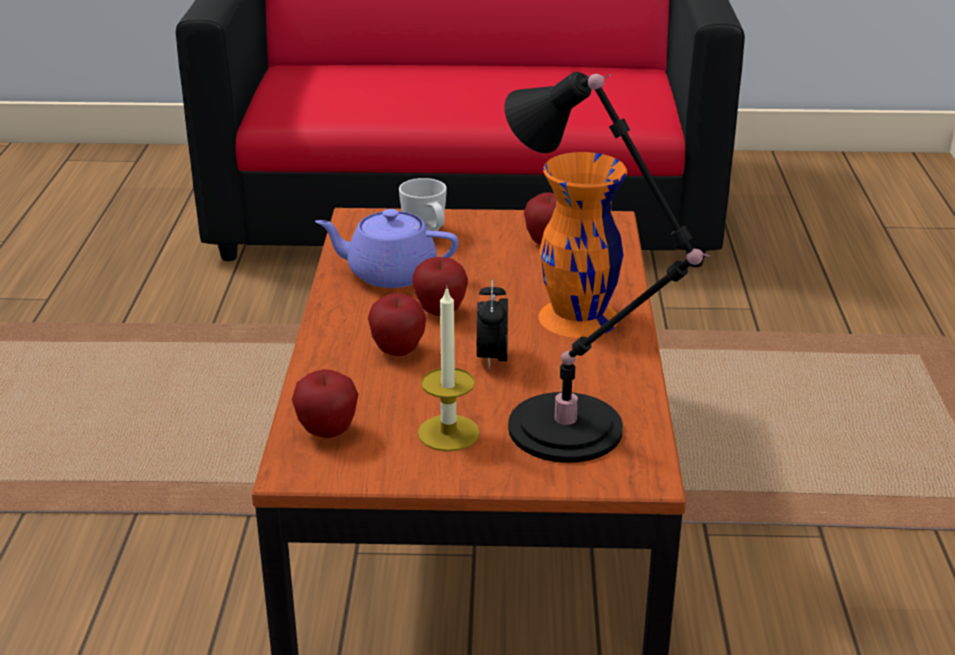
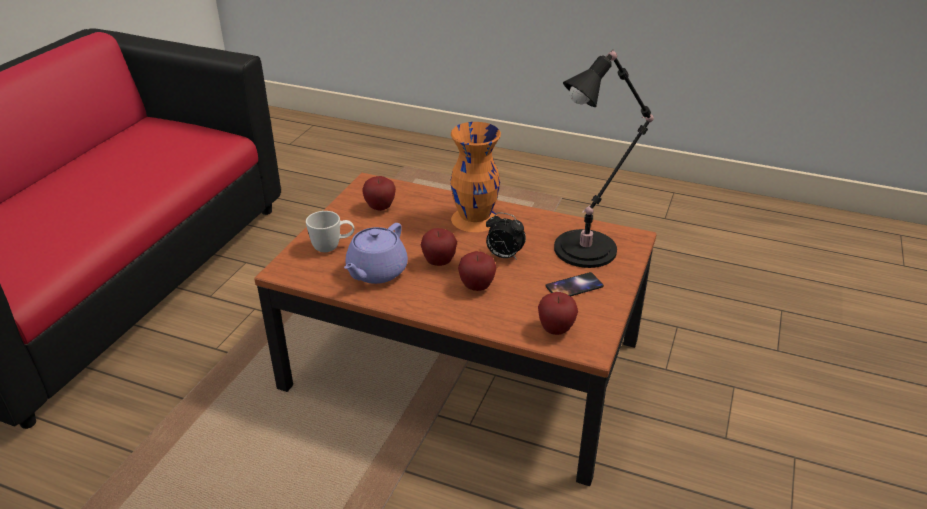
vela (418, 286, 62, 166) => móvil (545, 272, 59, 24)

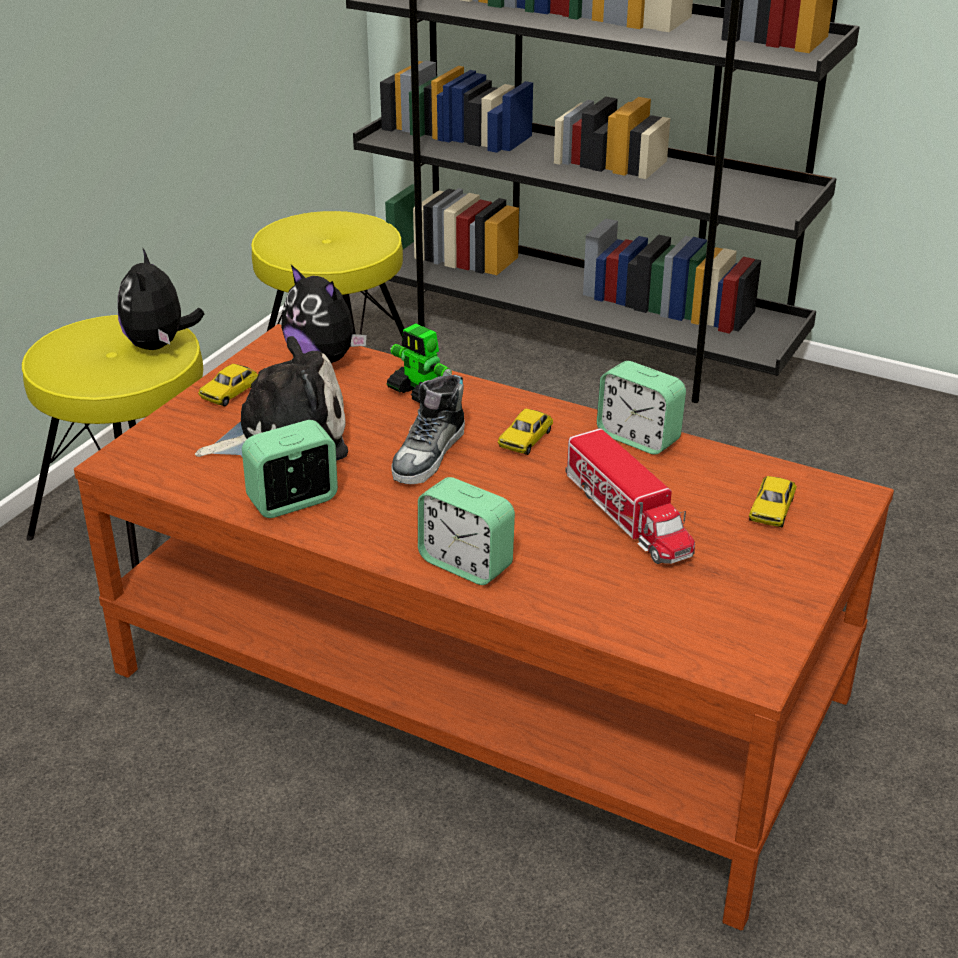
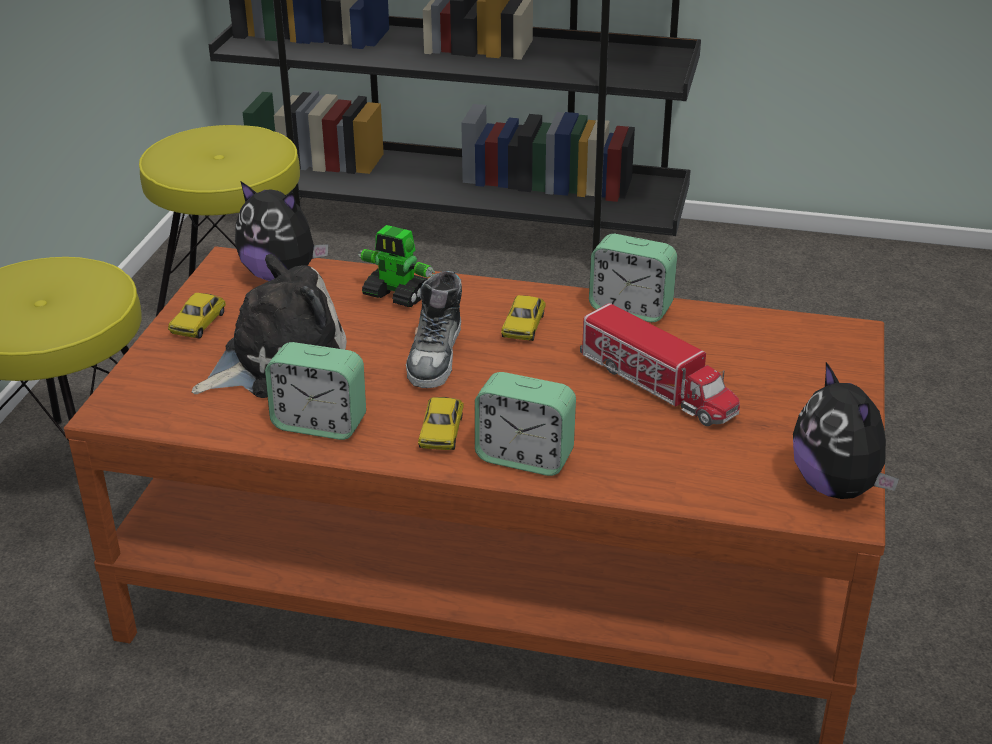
peluche (118, 248, 86, 102) => peluche (793, 362, 106, 137), moved
despertador (242, 420, 96, 98) => despertador (265, 342, 101, 98), 120 degrees counterclockwise
coche de juguete (749, 476, 47, 52) => coche de juguete (418, 397, 46, 53), moved

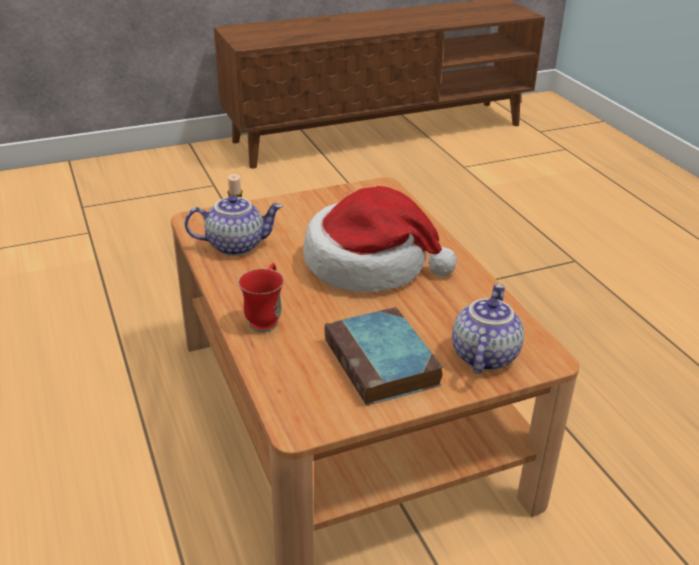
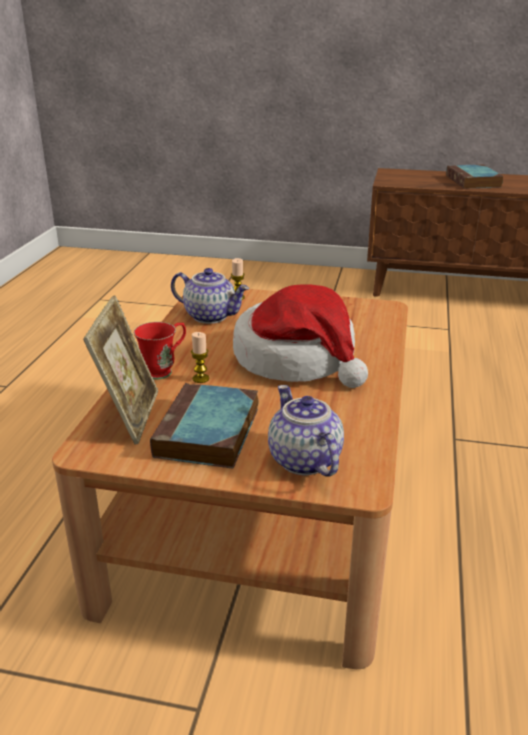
tetera (452, 284, 72, 90) => tetera (268, 385, 76, 92), 75 degrees counterclockwise
nothing => portarretratos (83, 295, 75, 150)
nothing => vela (191, 332, 18, 51)
nothing => libro (446, 164, 58, 25)

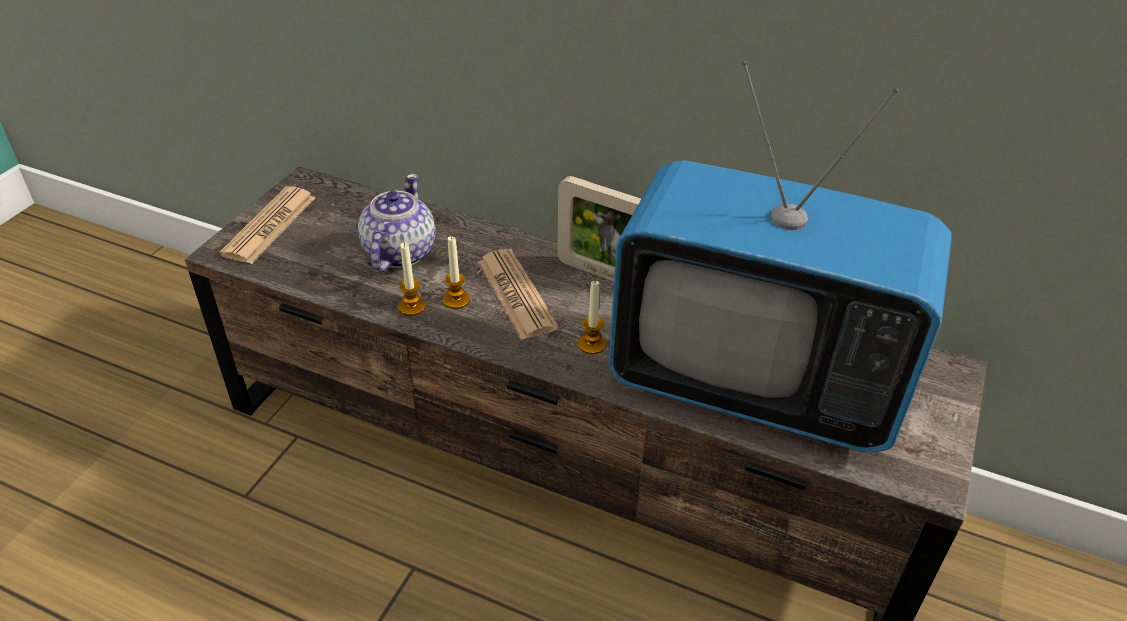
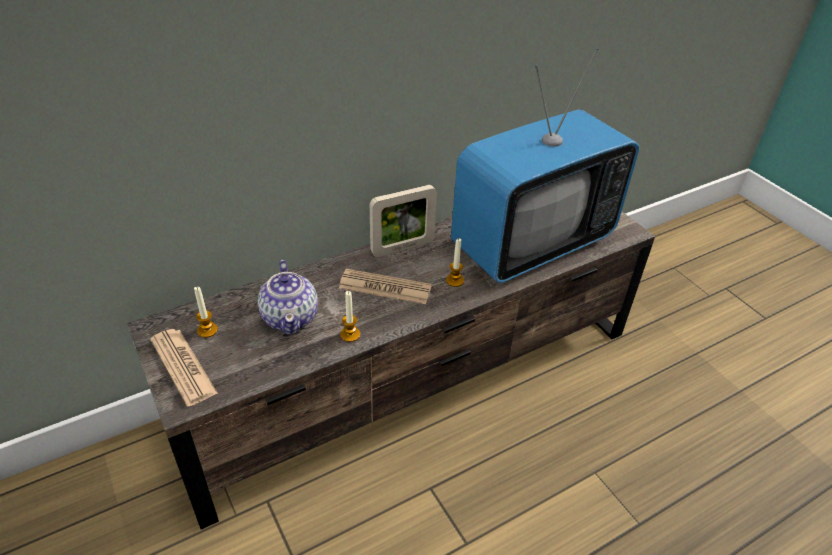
tetera (358, 174, 78, 98) => tetera (258, 260, 60, 75), 150 degrees counterclockwise
vela (443, 236, 27, 73) => vela (194, 287, 24, 51), moved

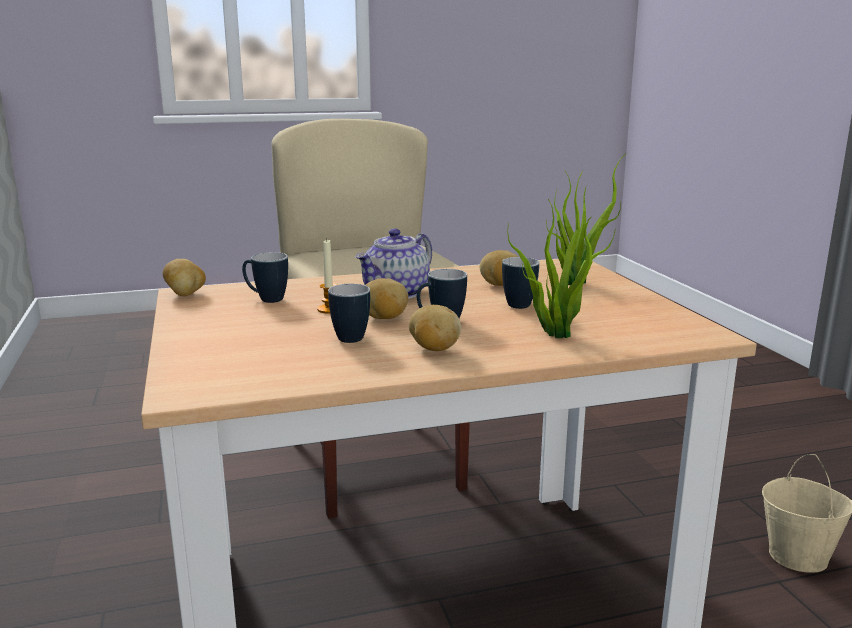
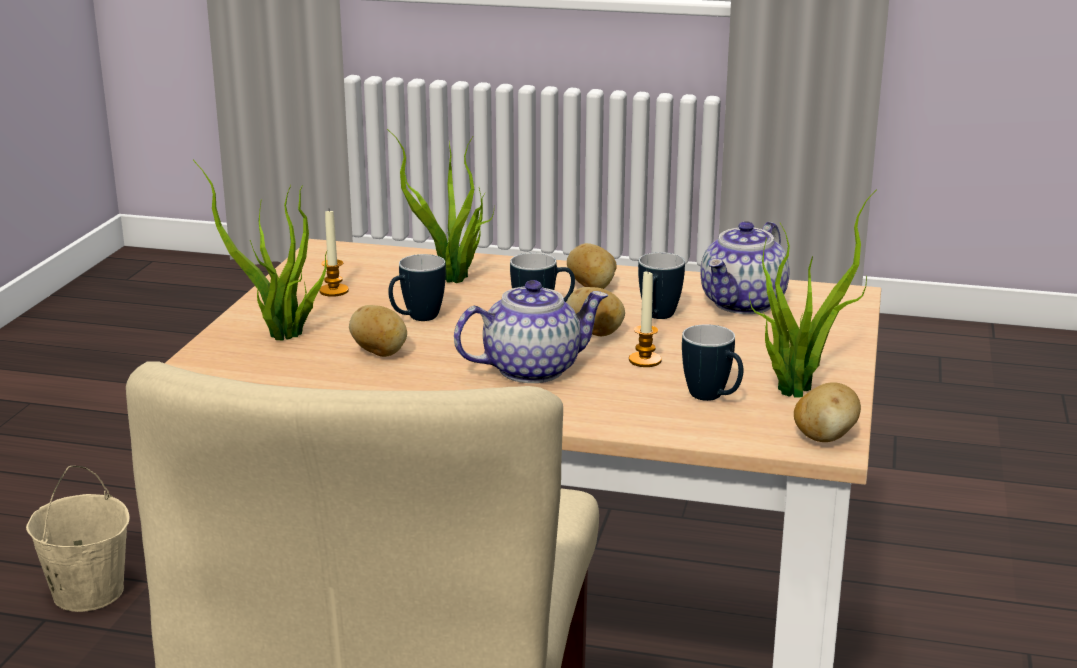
nothing => vela (319, 210, 30, 87)
nothing => tetera (700, 221, 89, 93)
nothing => planta en maceta (750, 189, 127, 209)

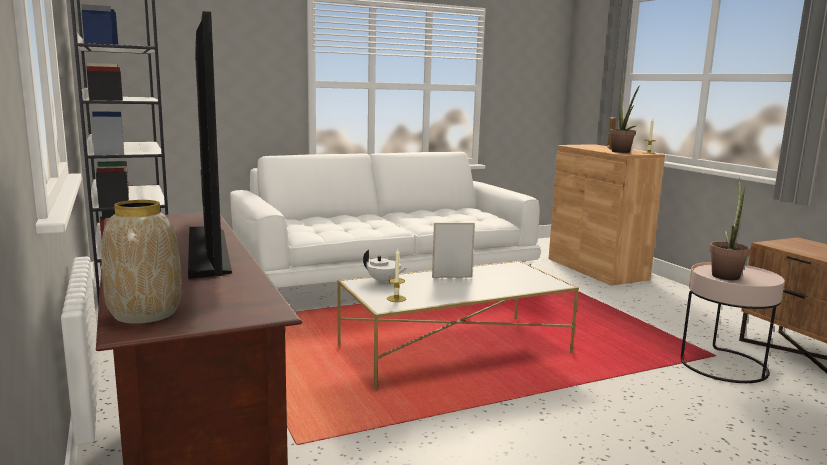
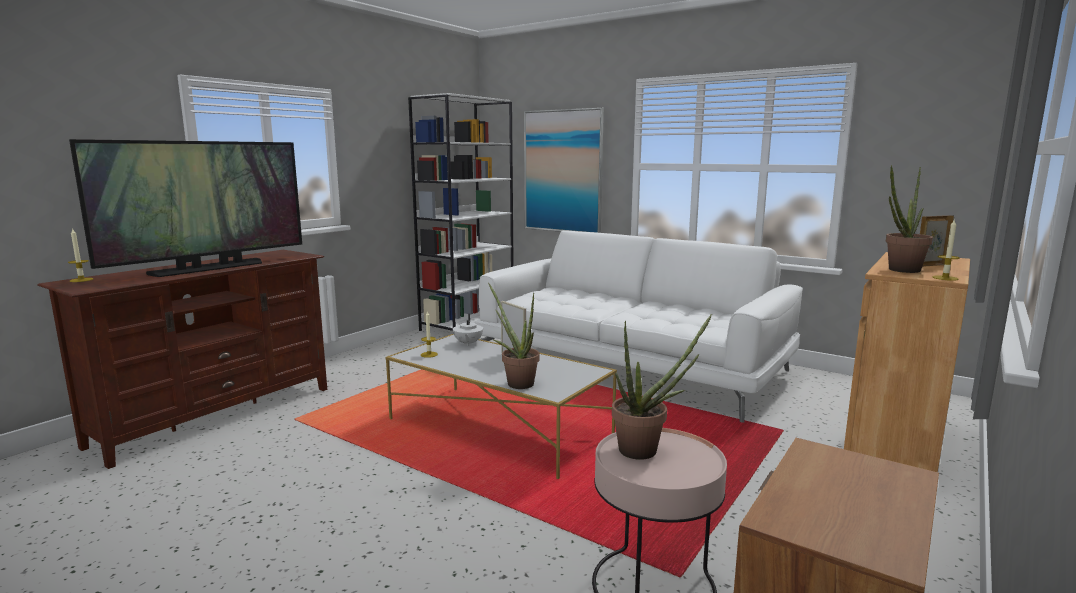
florero (101, 200, 81, 124) => vela (68, 228, 25, 54)
nothing => planta en maceta (488, 282, 52, 107)
nothing => cuadro (524, 107, 80, 126)

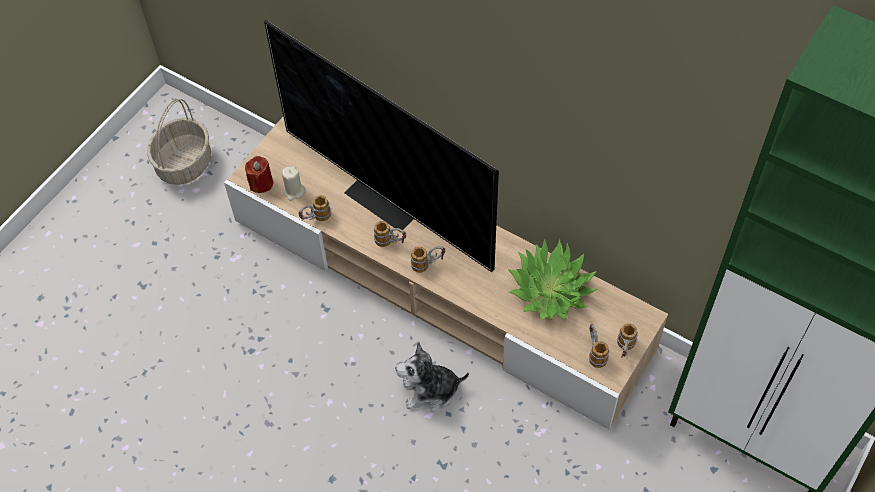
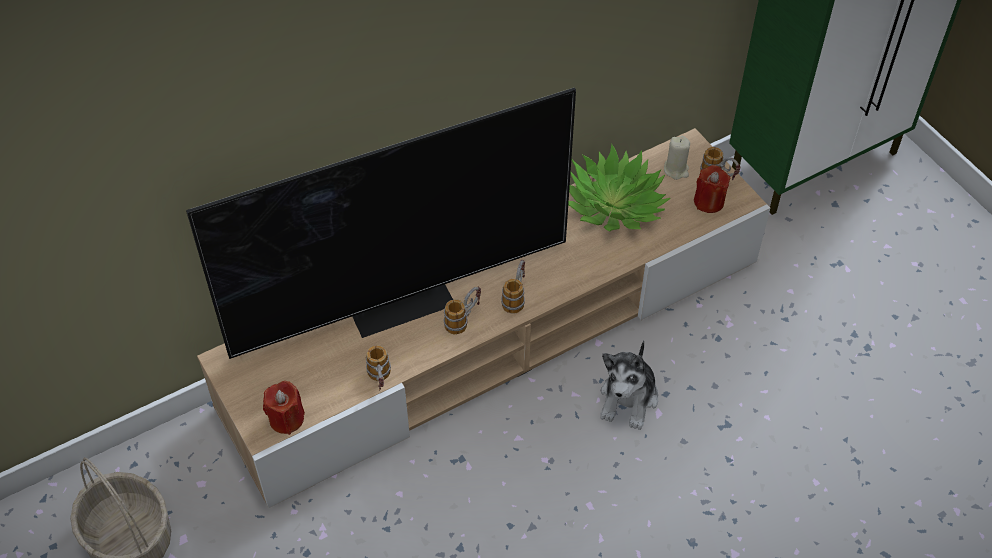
vela (beis) (282, 166, 23, 35) => vela (beis) (664, 136, 26, 44), moved
taza grande (589, 324, 20, 44) => vela (rojo) (694, 165, 36, 48)

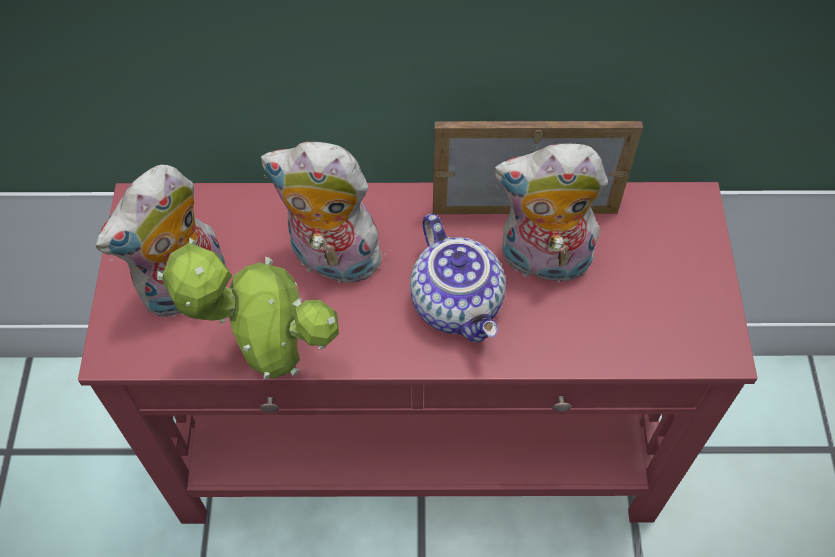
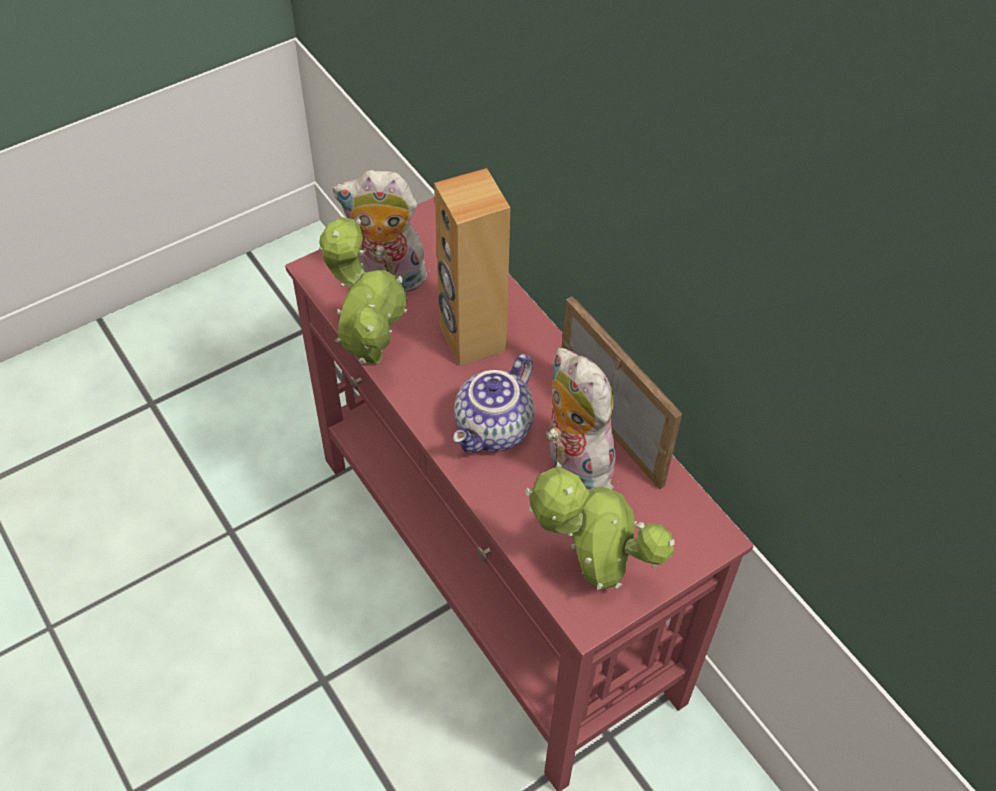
peluche (261, 142, 130, 147) => altavoz (marrón) (434, 168, 76, 198)
nothing => planta en maceta (525, 462, 149, 128)

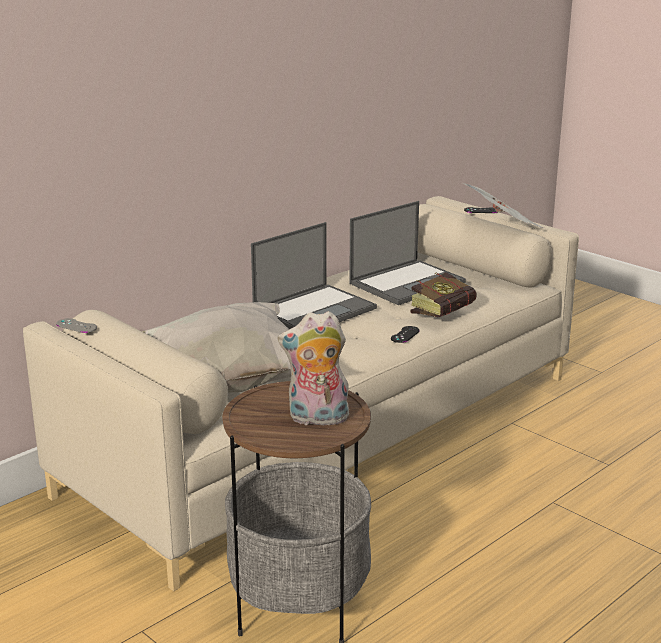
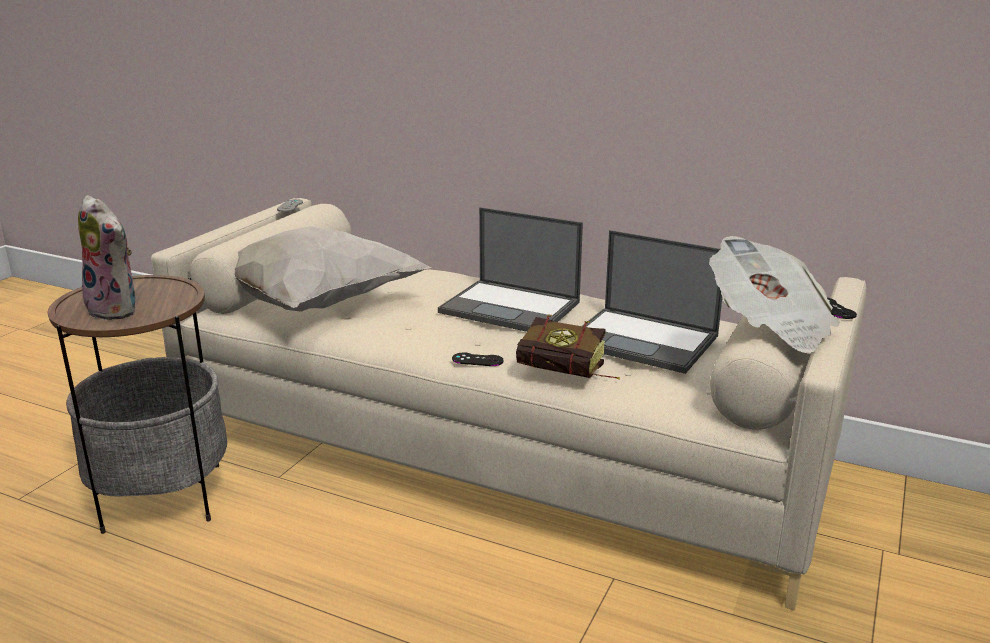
peluche (278, 311, 73, 115) => peluche (78, 195, 58, 126), 150 degrees clockwise

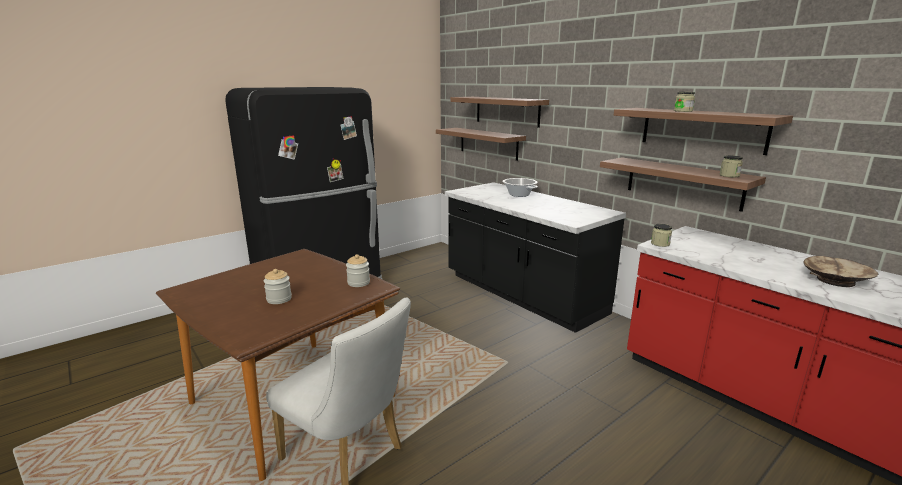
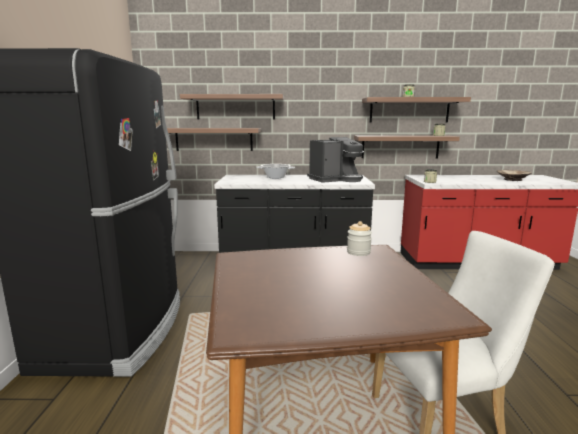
tarro (264, 269, 28, 35) => nothing
nothing => cafetera (307, 137, 57, 46)

